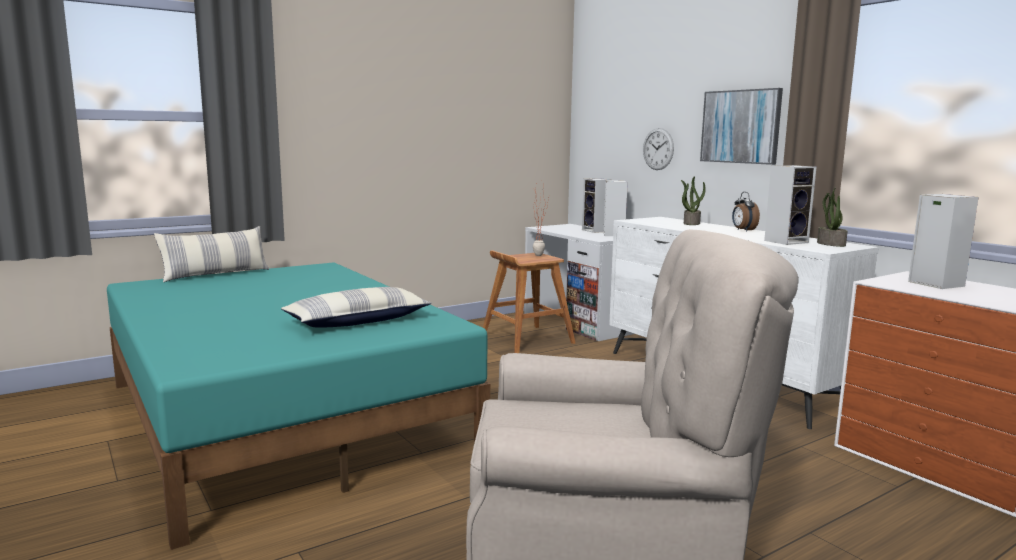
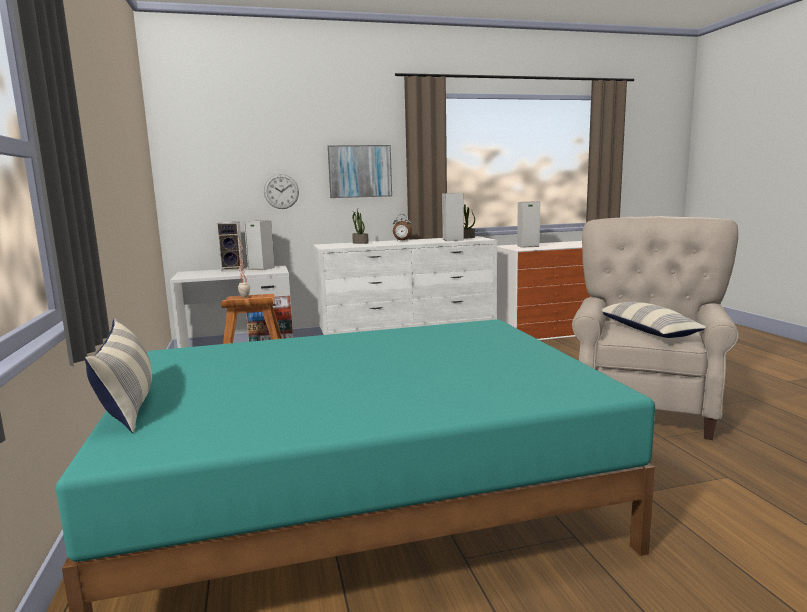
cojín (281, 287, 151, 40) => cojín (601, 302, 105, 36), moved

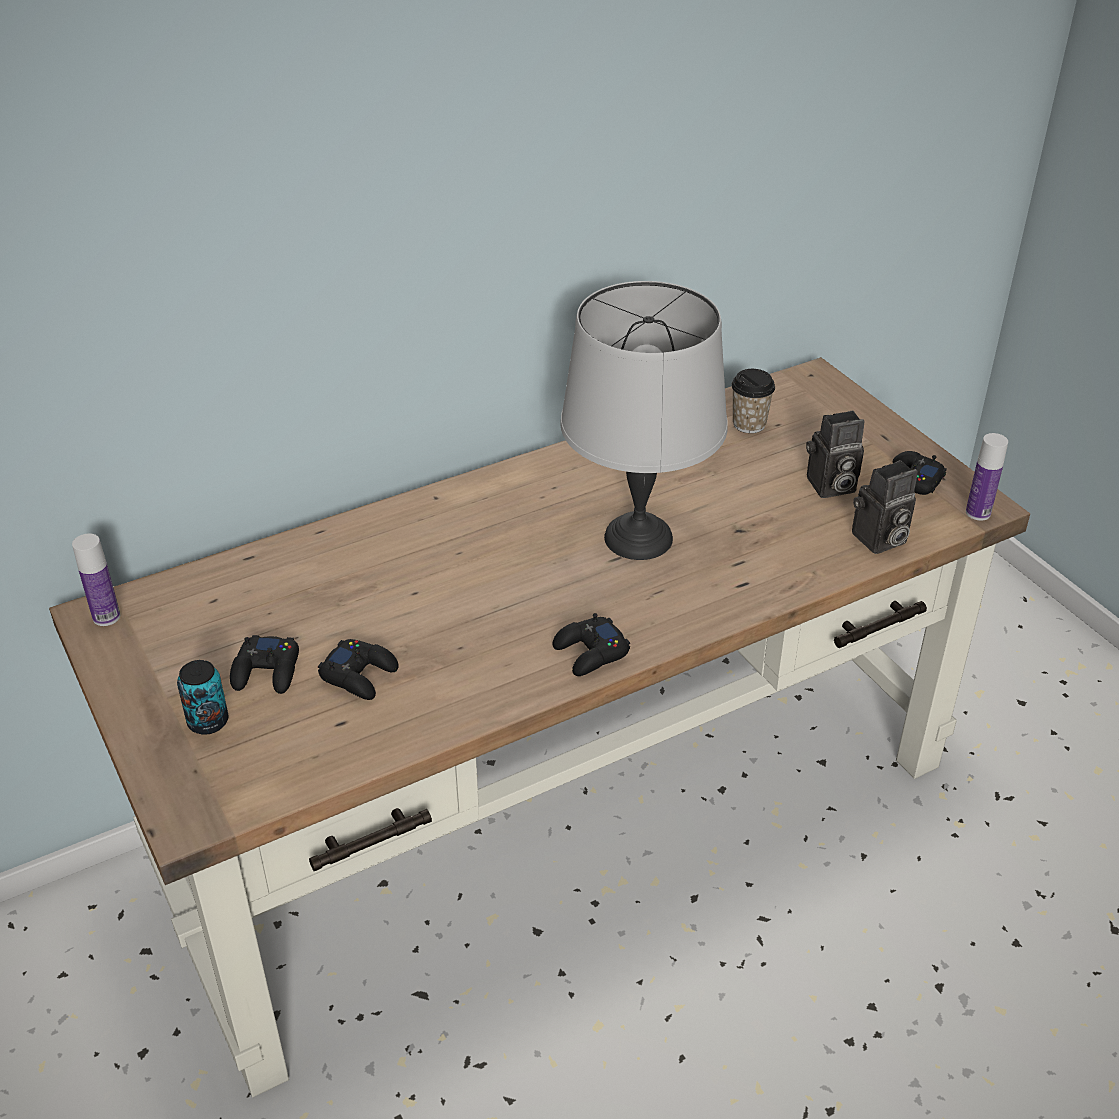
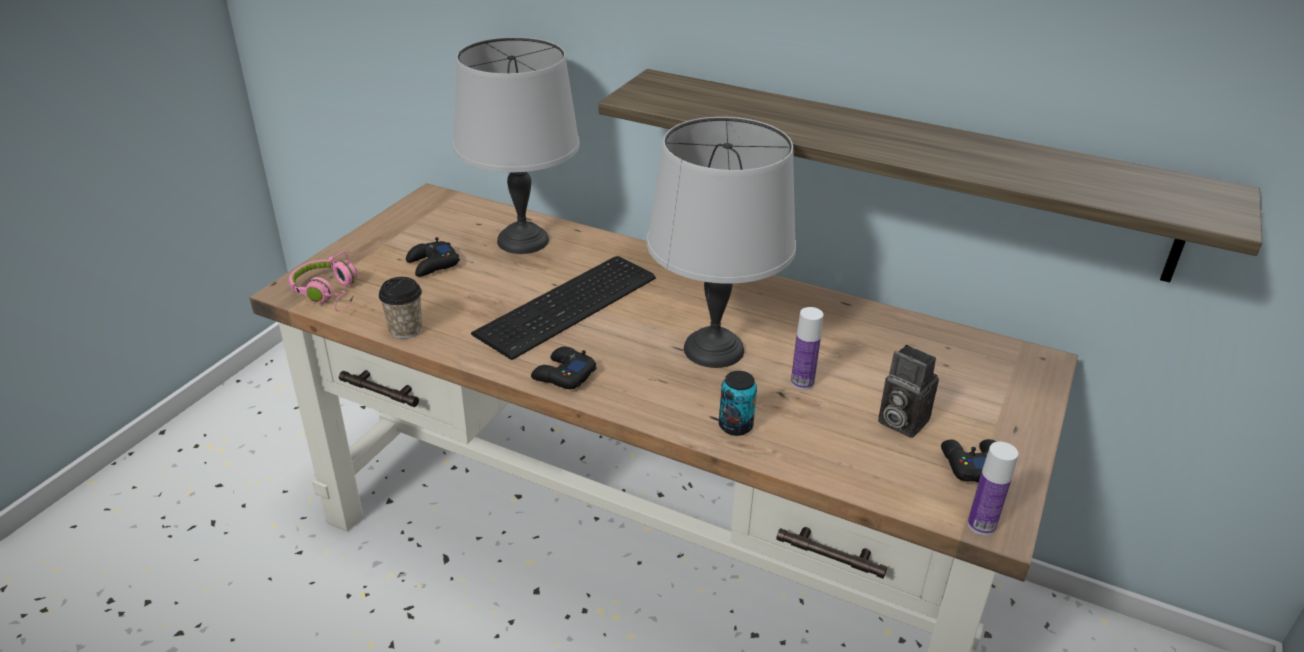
botella (72, 534, 48, 92) => botella (791, 307, 32, 83), moved
lata (177, 660, 52, 75) => lata (719, 371, 38, 65), moved
mando de consola (negro) (318, 639, 81, 61) => nothing
taza (731, 369, 44, 64) => taza (379, 277, 43, 62), moved
cámara (852, 460, 65, 94) => nothing
nothing => auriculares (rosa) (289, 252, 68, 59)
nothing => lámpara de mesa (gris) (453, 37, 127, 217)
nothing => teclado (471, 256, 185, 104)
nothing => estante (599, 69, 663, 213)

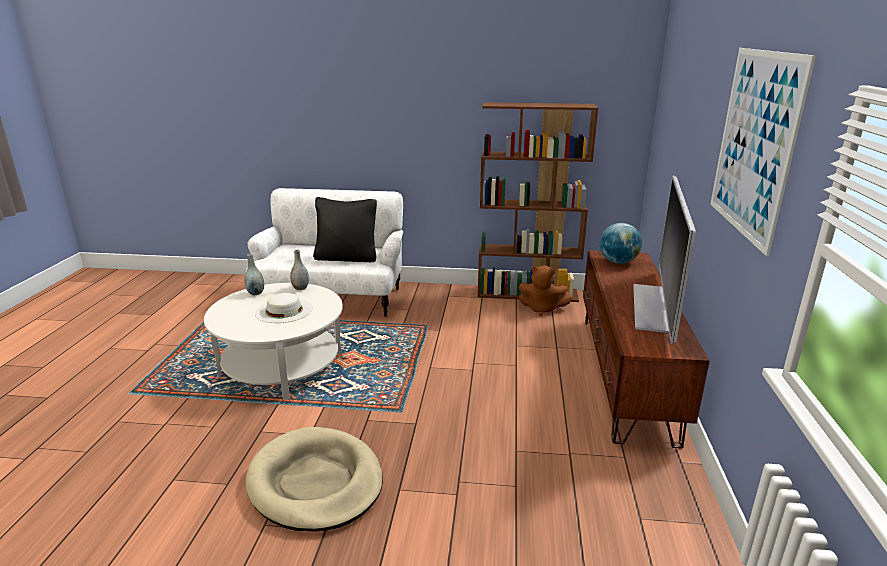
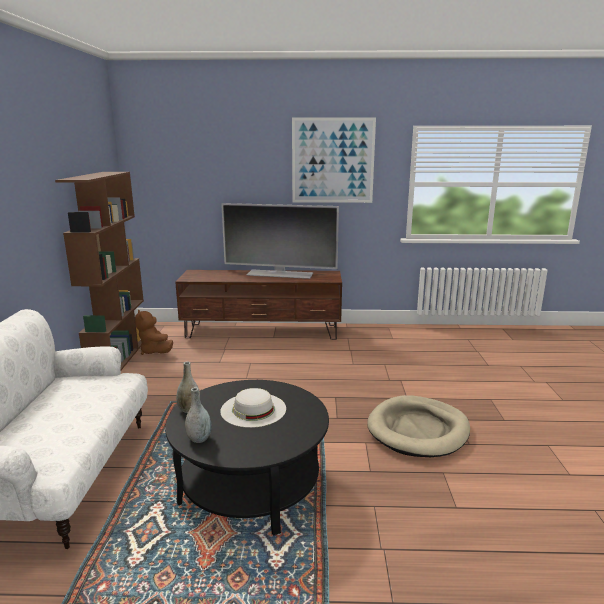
mesa de centro (blanco) (204, 283, 139, 117) => mesa de centro (negro) (165, 380, 164, 155)
cojín (negro) (313, 197, 64, 65) => nothing
peluche (marrón) (518, 266, 54, 50) => peluche (marrón) (135, 310, 38, 45), 135 degrees clockwise
globo terráqueo (600, 223, 42, 41) => nothing

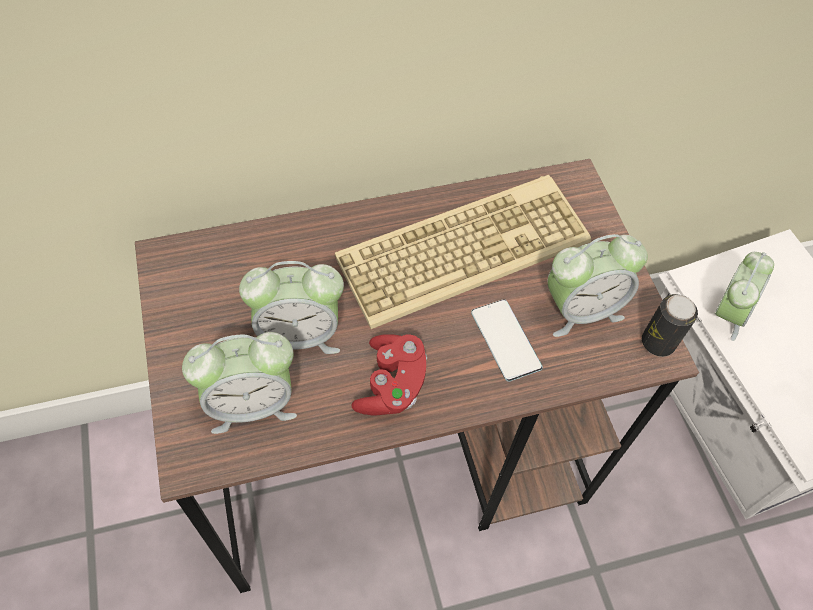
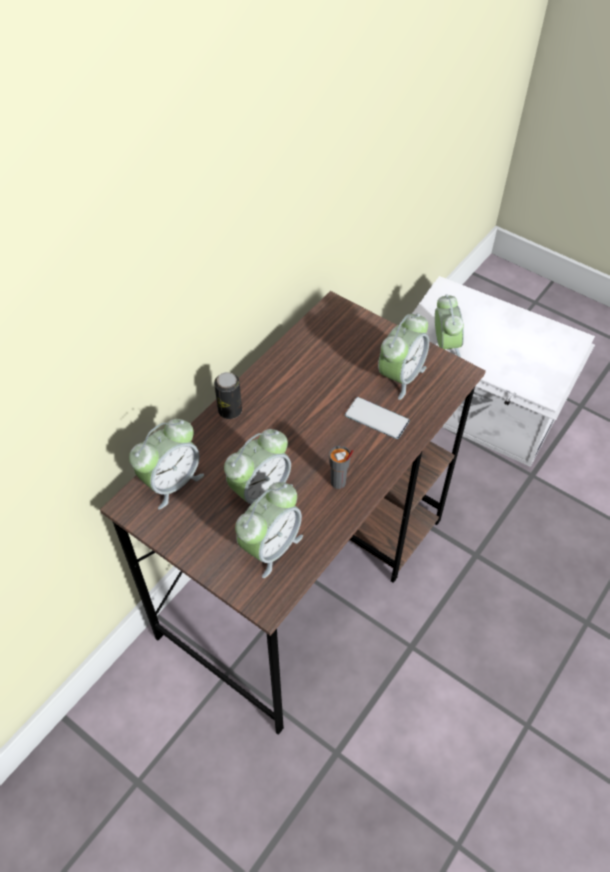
teclado (335, 175, 256, 154) => nothing
mando de consola (rojo) (352, 334, 75, 82) => taza (gris) (329, 446, 24, 43)
lata (642, 294, 56, 63) => lata (214, 372, 28, 47), moved
nothing => despertador (129, 419, 75, 90)

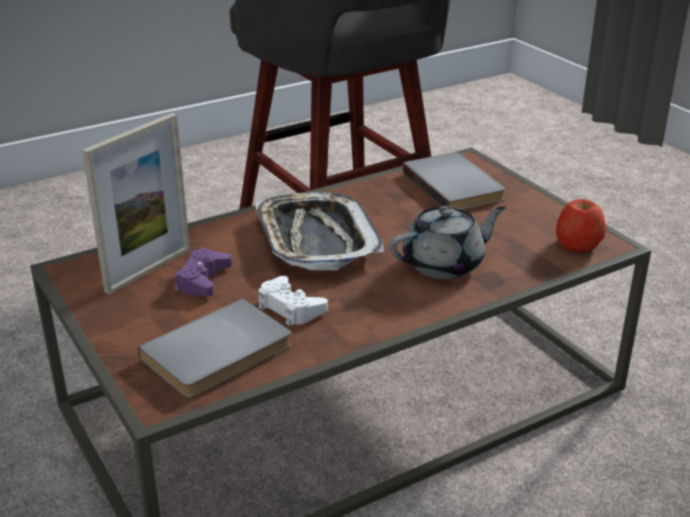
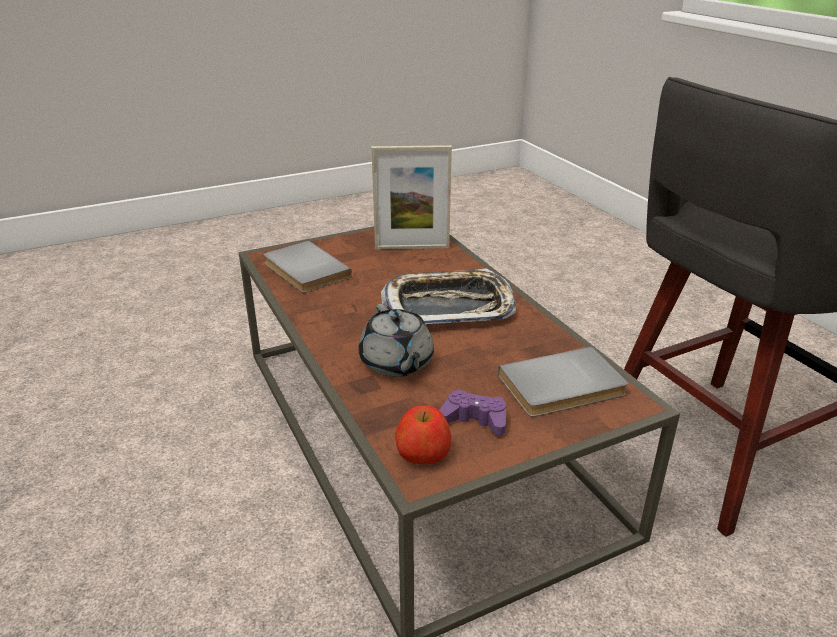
portarretratos (82, 113, 108, 182) => portarretratos (372, 145, 80, 104), 45 degrees counterclockwise
mando de consola (morado) (175, 248, 57, 49) => mando de consola (morado) (439, 389, 67, 46), moved
mando de consola (blanco) (258, 276, 70, 51) => nothing

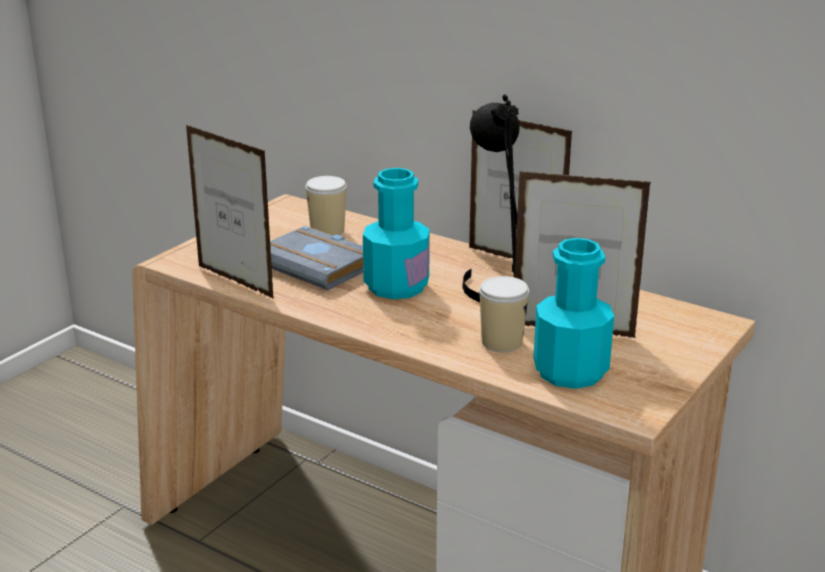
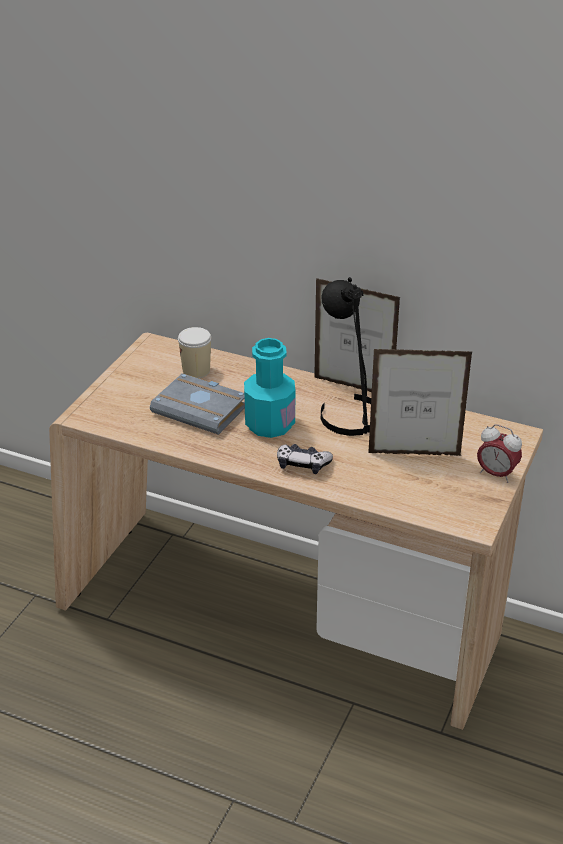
portarretratos (186, 125, 88, 174) => nothing
taza (479, 276, 50, 77) => nothing
botella (turquesa) (534, 238, 80, 151) => nothing
nothing => mando de consola (277, 444, 56, 30)
nothing => despertador (477, 424, 45, 59)

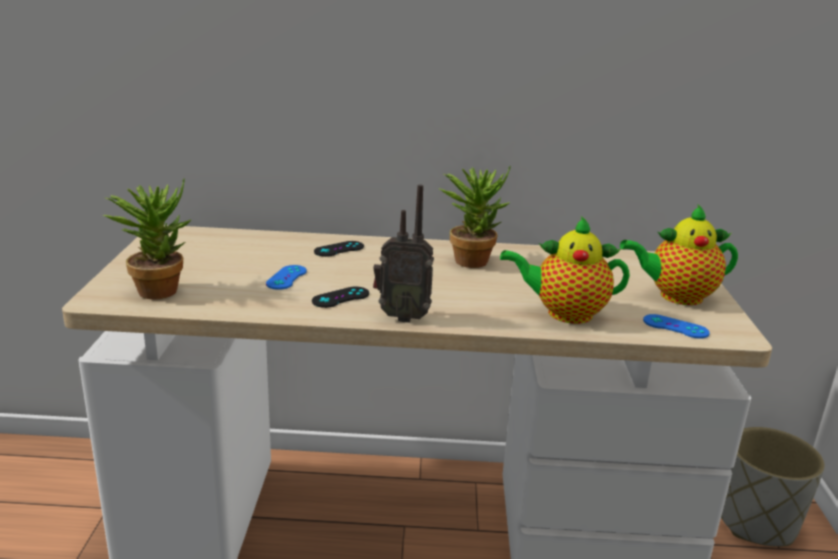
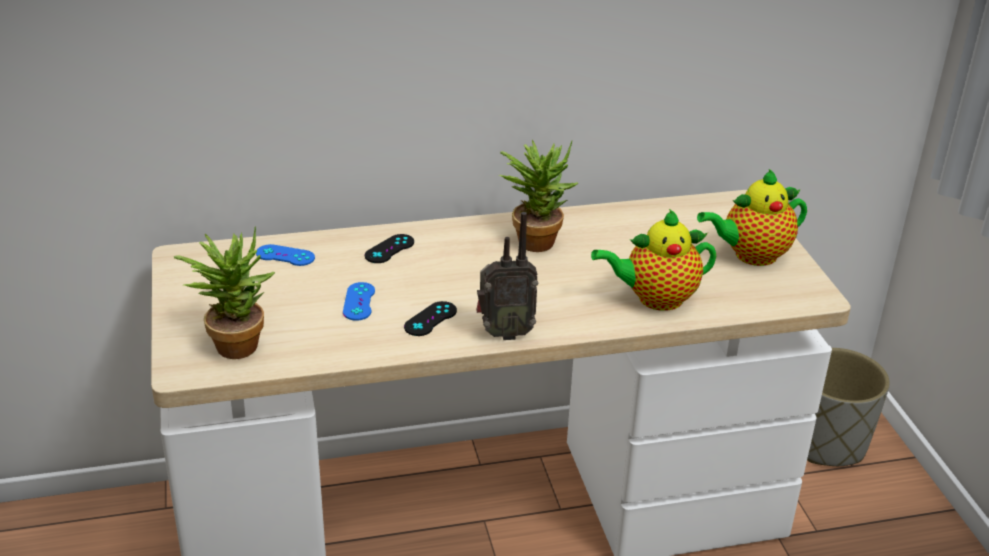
mando de consola (azul) (643, 314, 67, 25) => mando de consola (azul) (256, 244, 59, 22), moved

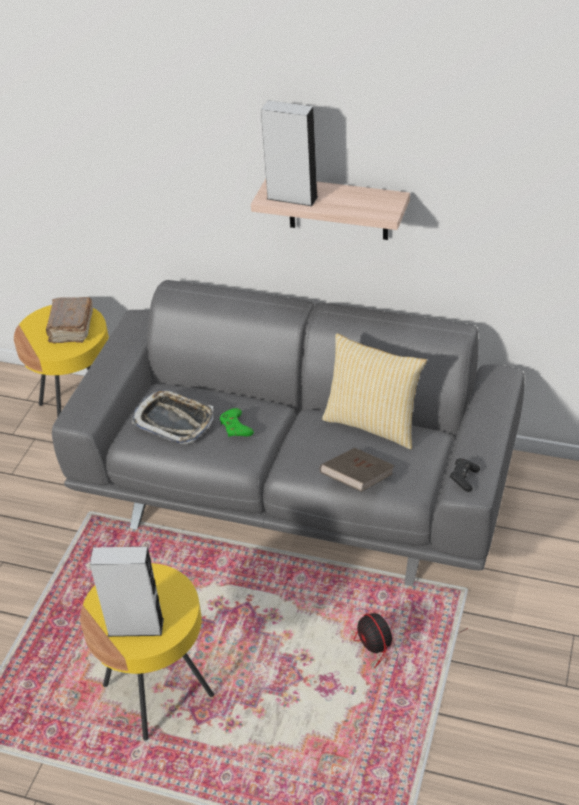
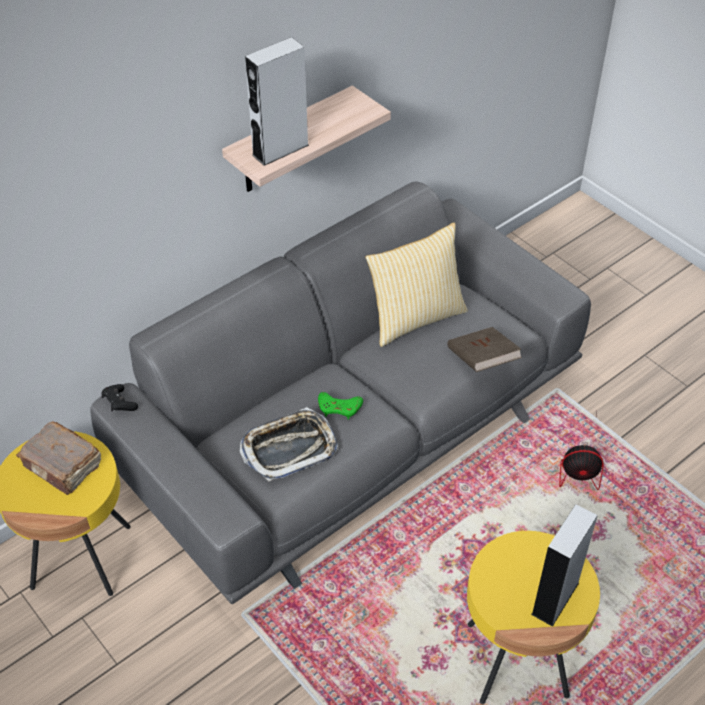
mando de consola (negro) (449, 458, 31, 34) => mando de consola (negro) (102, 384, 36, 27), moved

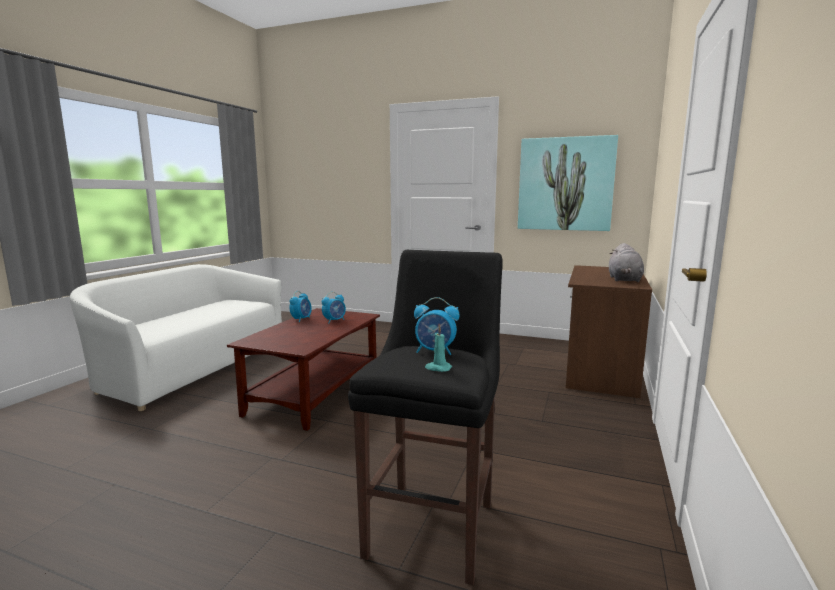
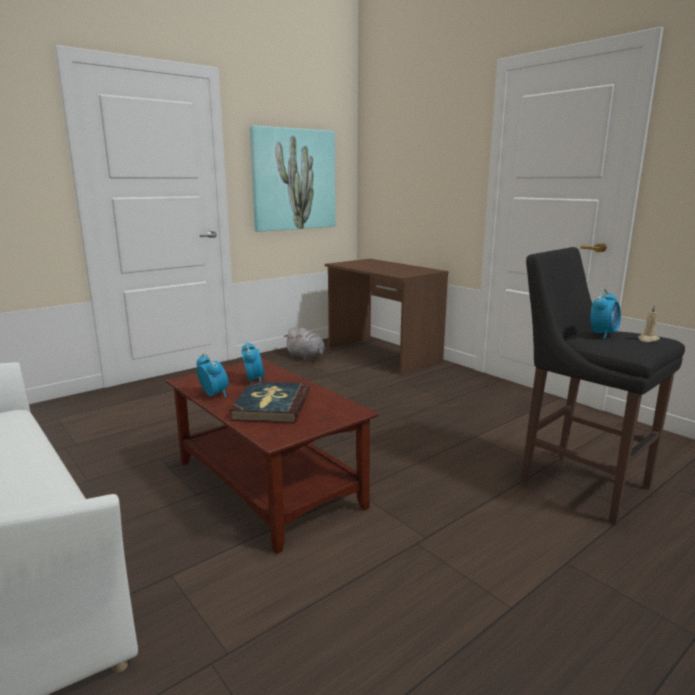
vela (turquesa) (425, 325, 27, 47) => vela (beis) (638, 306, 22, 36)
peluche (gris) (609, 243, 35, 39) => peluche (gris) (284, 327, 41, 34), moved
nothing => libro (229, 382, 81, 42)

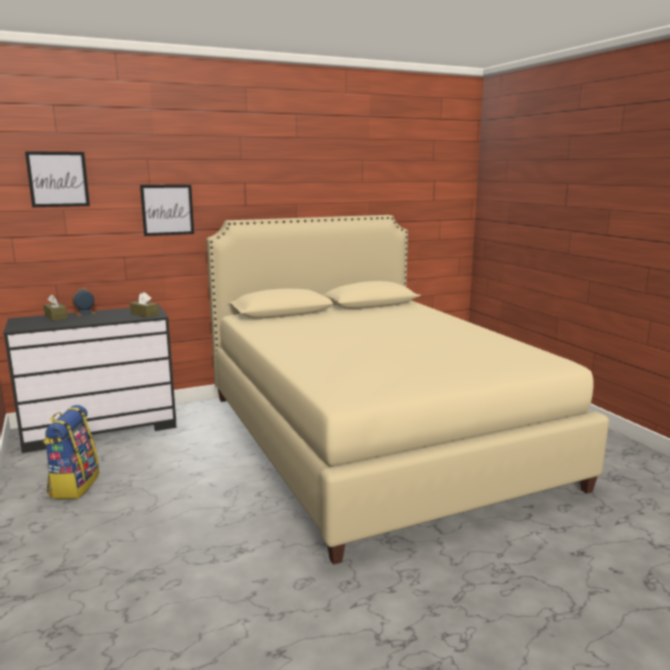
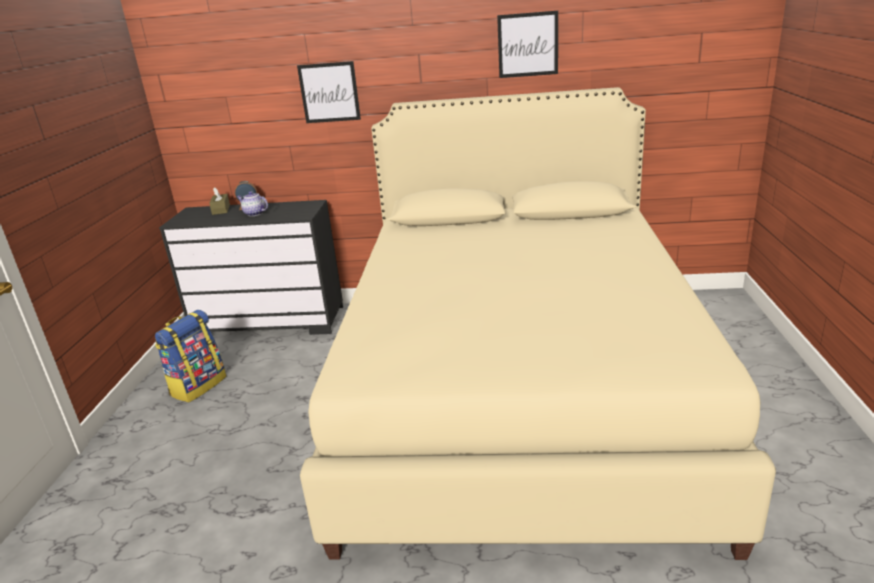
cuadro (25, 151, 65, 56) => cuadro (497, 11, 61, 67), moved
caja de pañuelos (marrón) (130, 292, 29, 26) => nothing
nothing => tetera (237, 191, 31, 25)

